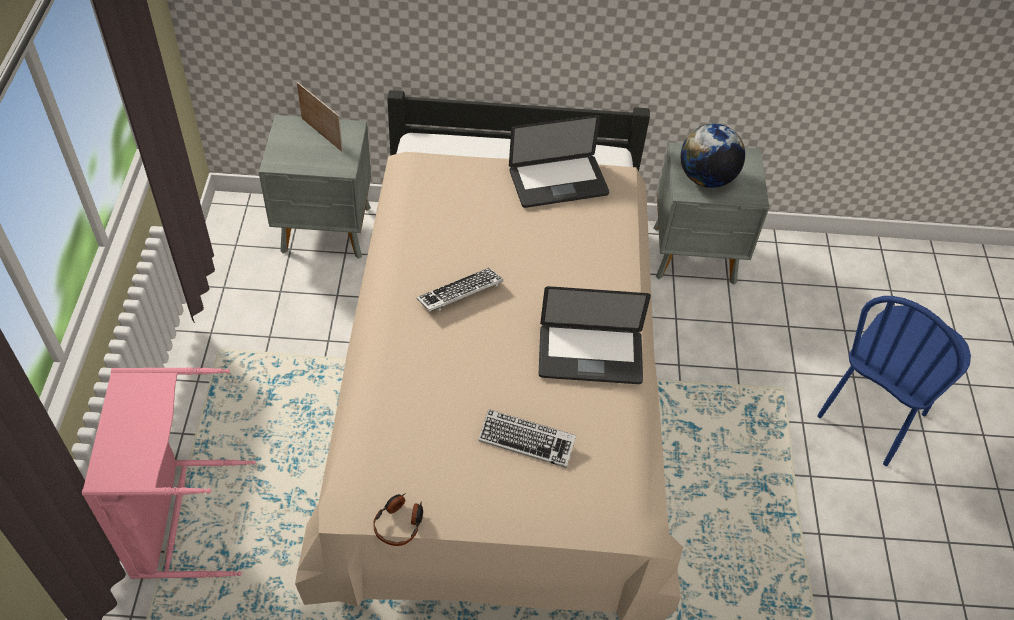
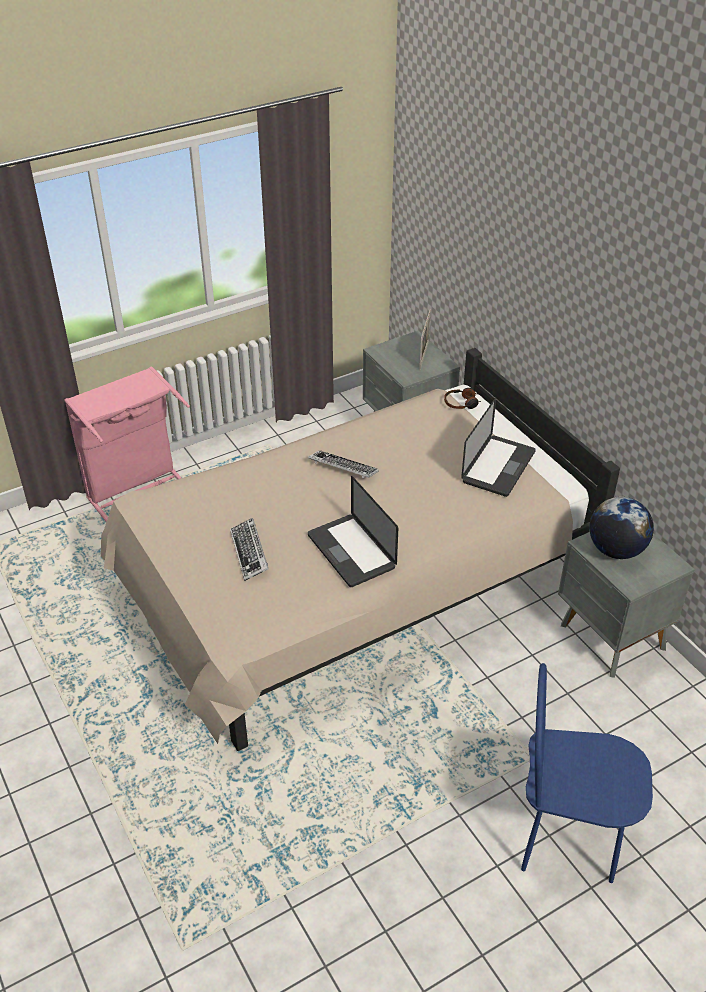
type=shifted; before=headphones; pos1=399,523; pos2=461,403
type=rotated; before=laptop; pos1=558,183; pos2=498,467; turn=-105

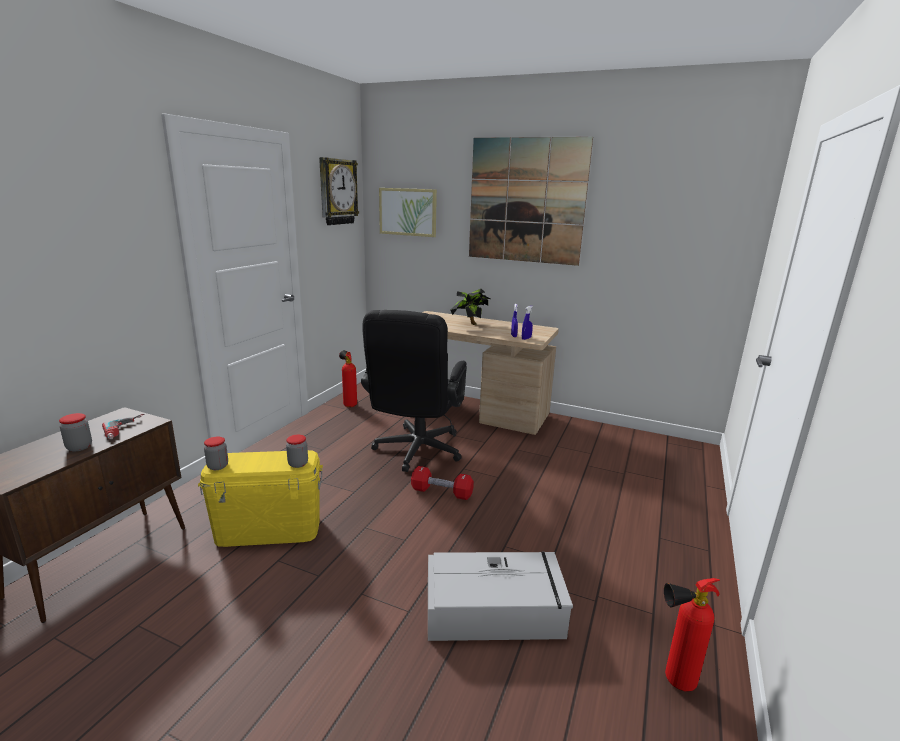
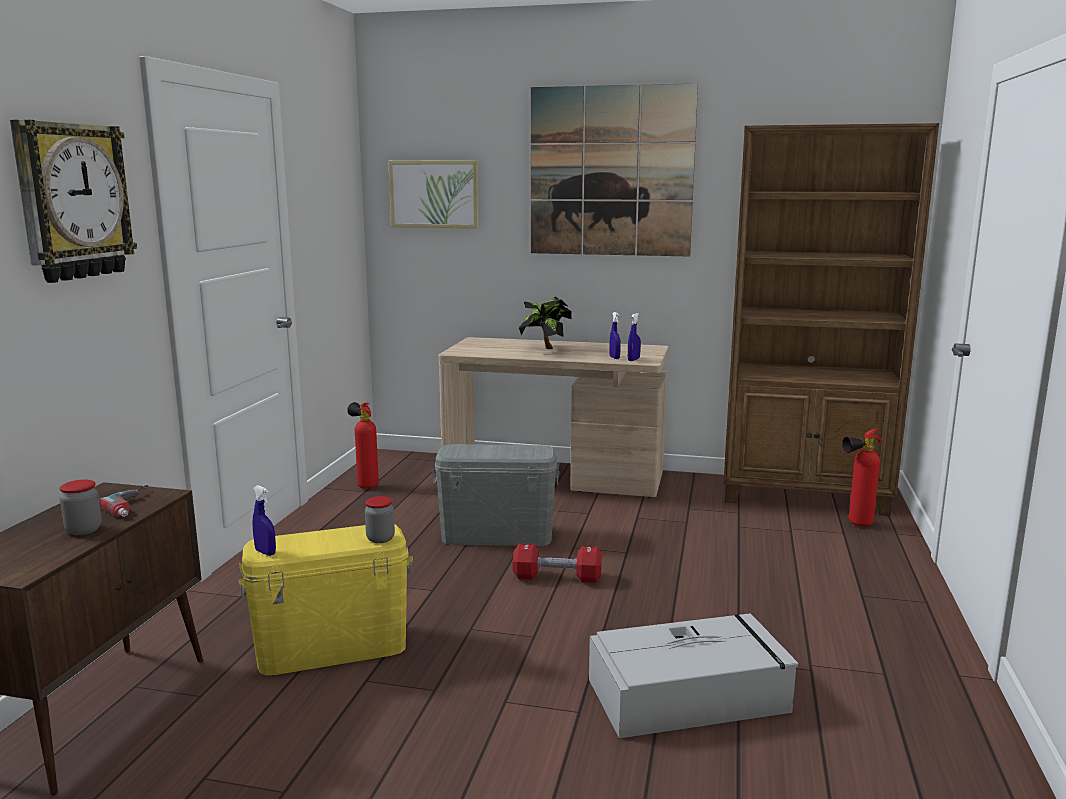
type=new; after=brown bookcase; pos2=805,496
type=shifted; before=wall clock; pos1=337,192; pos2=72,201
type=shifted; before=fire extinguisher; pos1=673,681; pos2=855,525
type=swapped; before=jar; after=blue spray bottle; pos1=218,466; pos2=265,552
type=swapped; before=black office chair; after=grey storage box; pos1=416,452; pos2=497,535

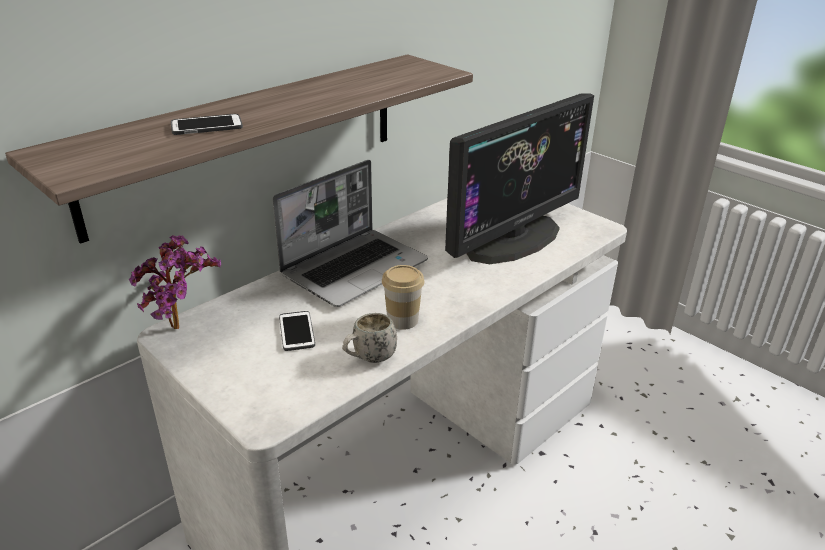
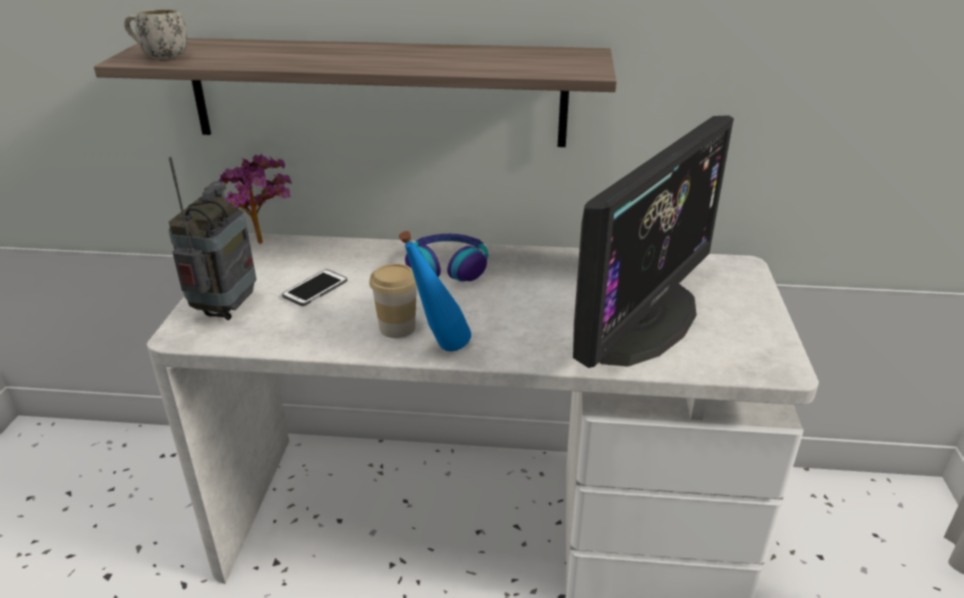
type=gone; before=phone; pos1=206,126
type=new; after=radio; pos2=226,308
type=new; after=blue bottle; pos2=438,350
type=shifted; before=white mug; pos1=369,359; pos2=159,57
type=swapped; before=laptop; after=headphones; pos1=355,268; pos2=447,267
type=rotated; before=monitor; pos1=513,238; pos2=642,321; turn=-60

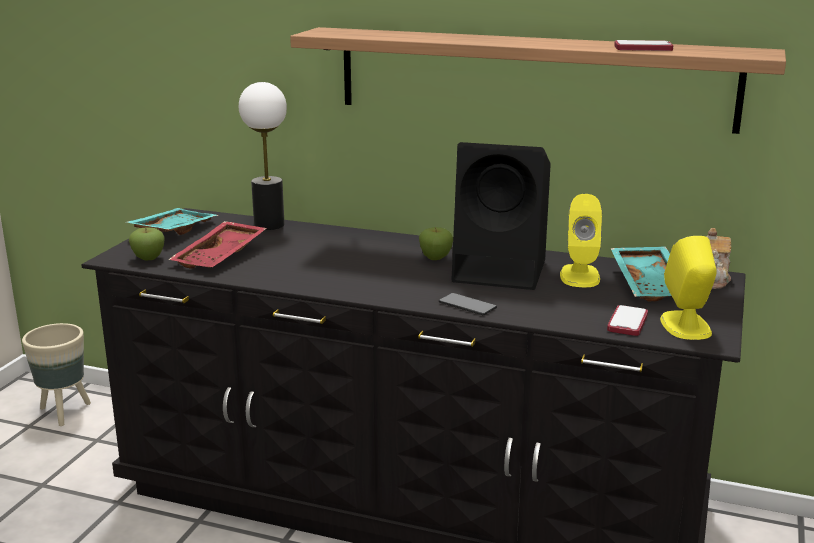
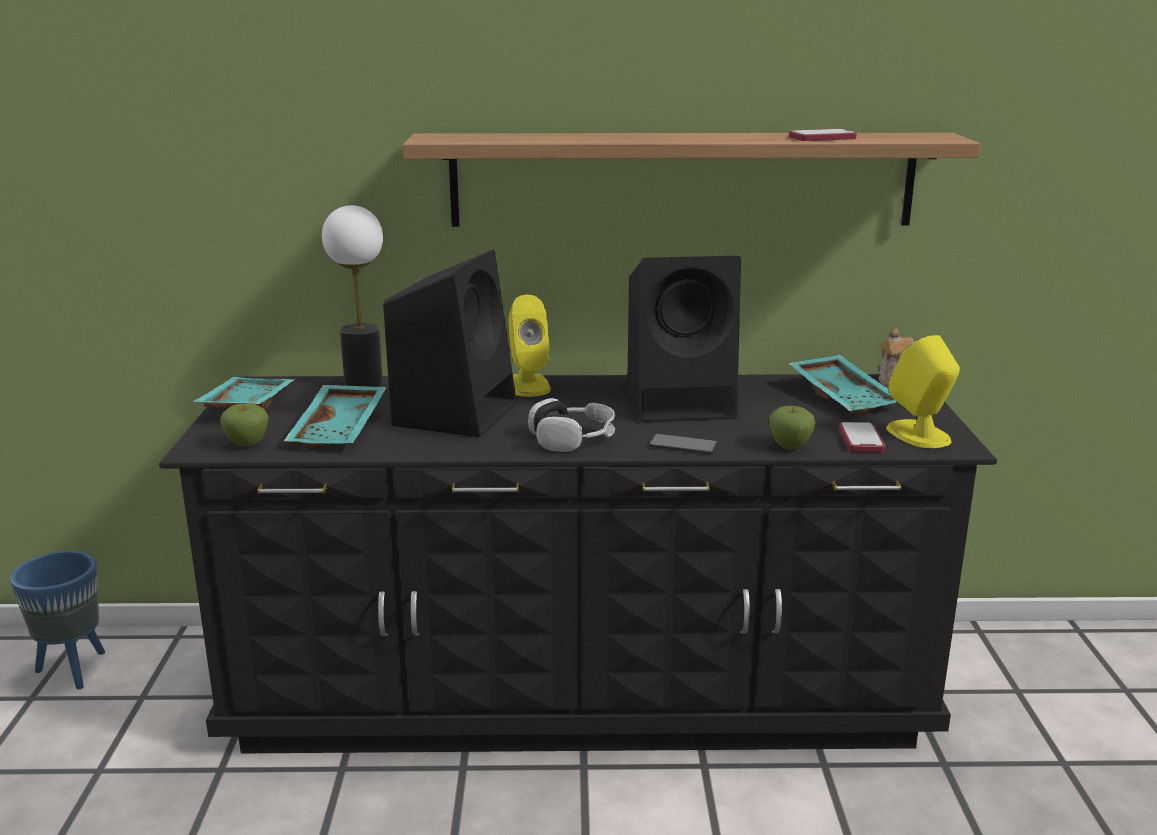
type=new; after=black speaker; pos2=456,413
type=new; after=headphones; pos2=573,439
type=shifted; before=apple; pos1=435,258; pos2=790,446
type=shifted; before=yellow speaker; pos1=579,276; pos2=527,385
type=repainted; before=beige planter; after=blue planter; pos1=64,412; pos2=74,671
type=repainted; before=red tray; after=turquoise tray; pos1=221,257; pos2=341,429

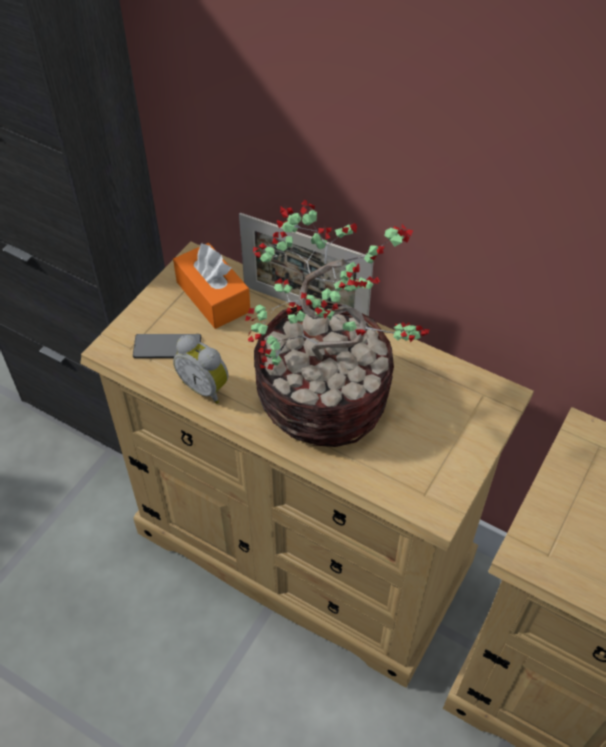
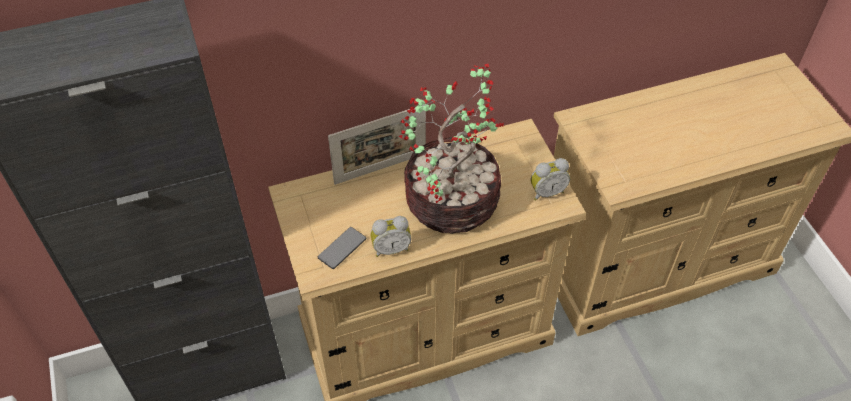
type=gone; before=orange tissue box; pos1=213,296
type=new; after=alarm clock; pos2=546,192

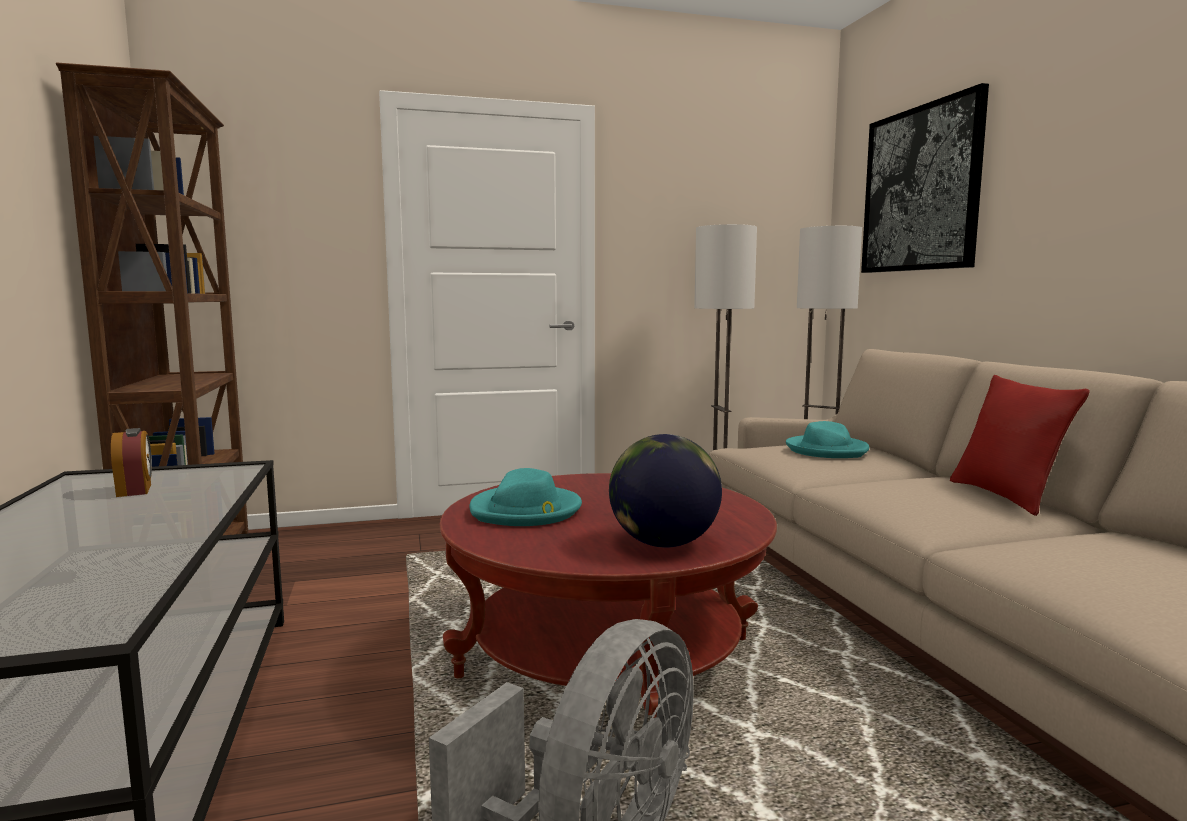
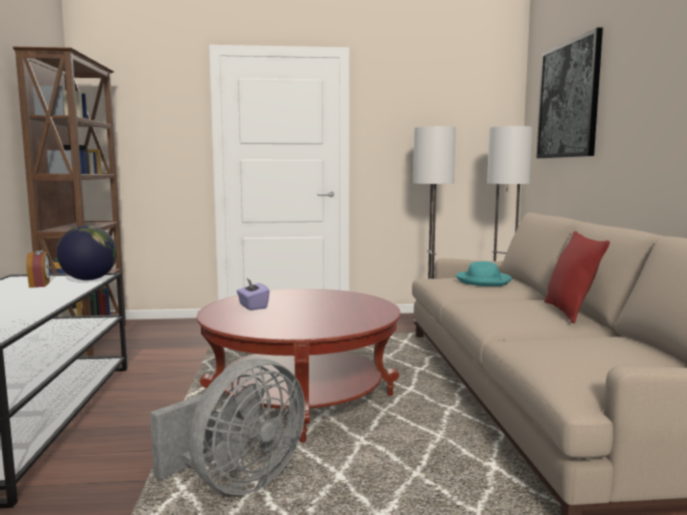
type=shifted; before=globe; pos1=663,543; pos2=89,279
type=swapped; before=turquoise hat; after=purple tissue box; pos1=526,511; pos2=252,306

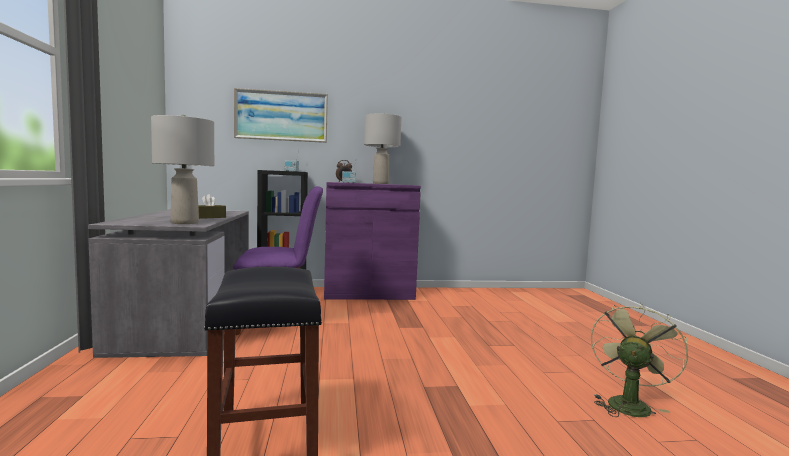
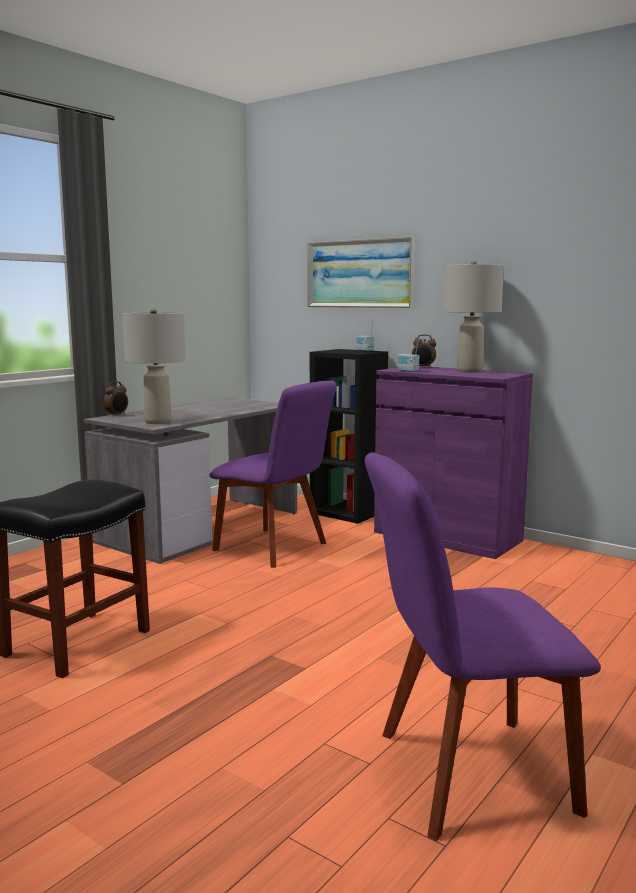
type=gone; before=brown tissue box; pos1=209,217
type=new; after=alarm clock; pos2=117,415
type=swapped; before=green fan; after=purple chair; pos1=628,403; pos2=465,774

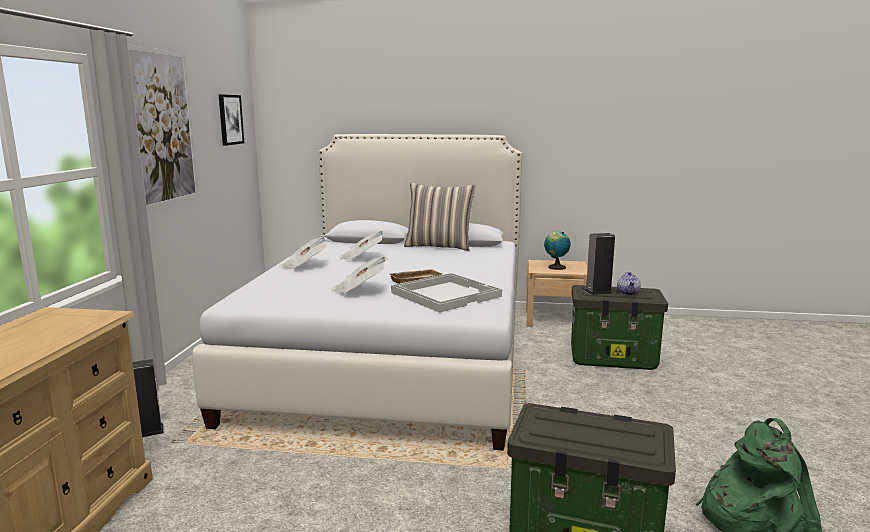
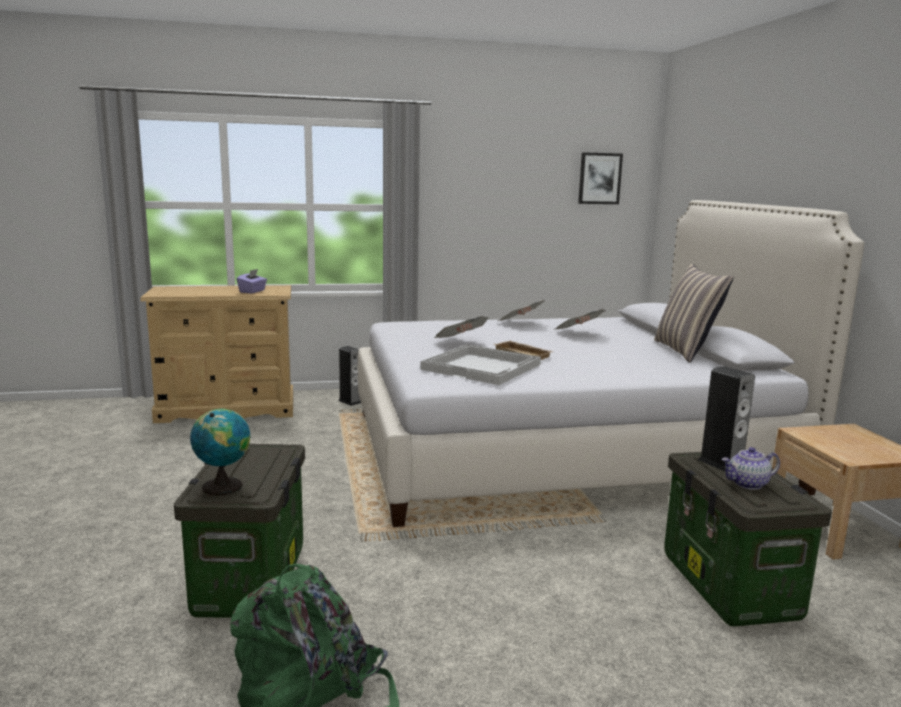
type=gone; before=picture; pos1=163,128
type=new; after=purple tissue box; pos2=252,291
type=shifted; before=globe; pos1=555,267; pos2=223,485

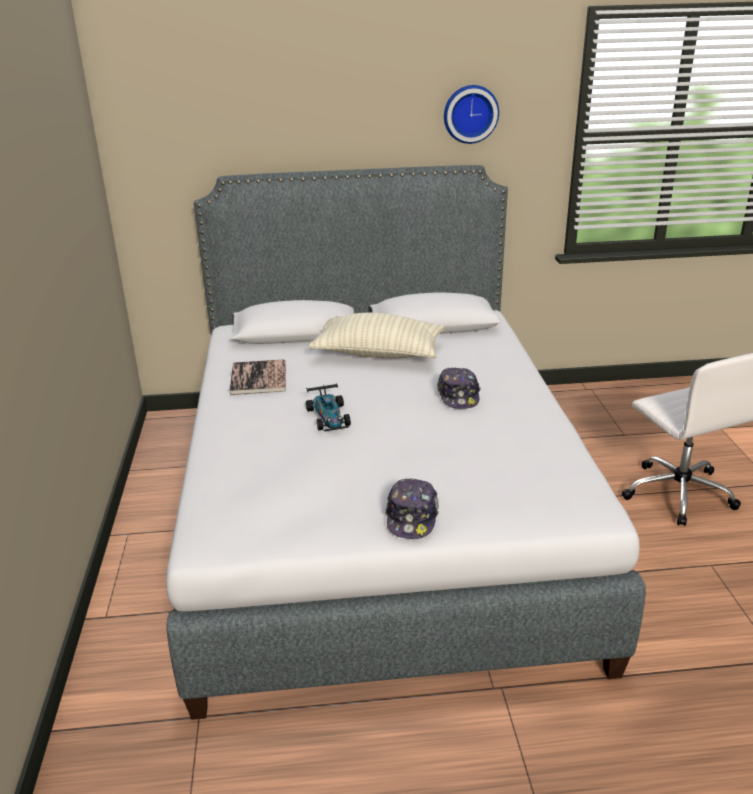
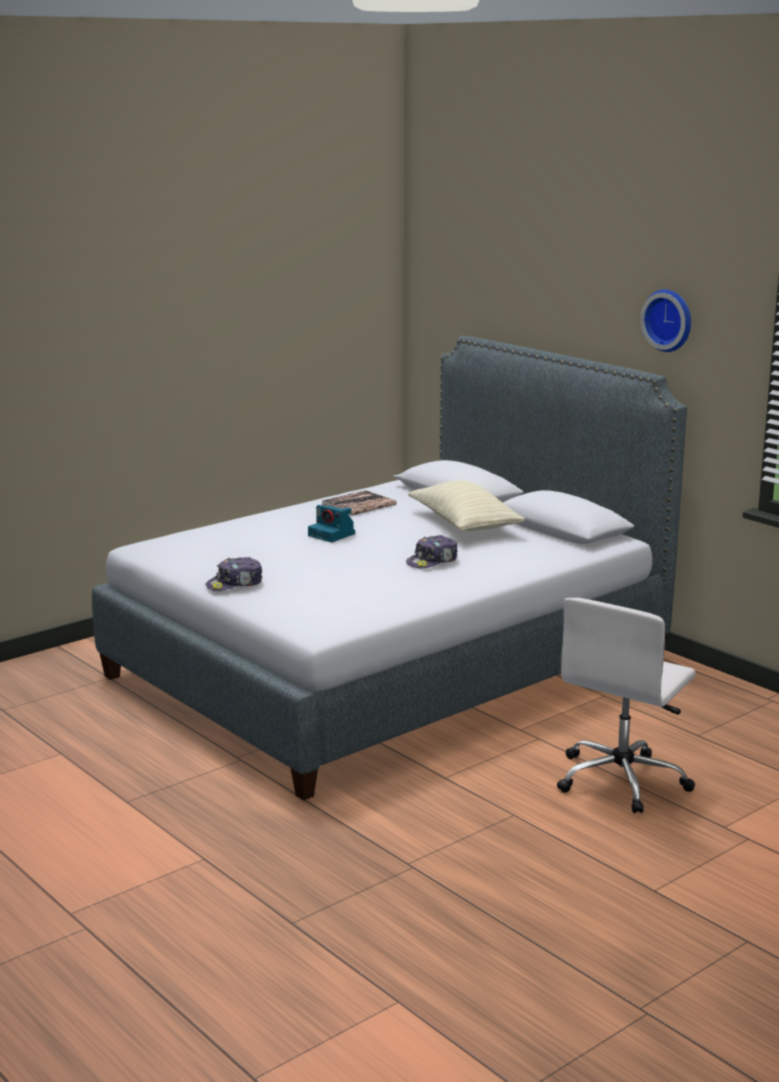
type=swapped; before=toy car; after=photo camera; pos1=329,417; pos2=332,535

